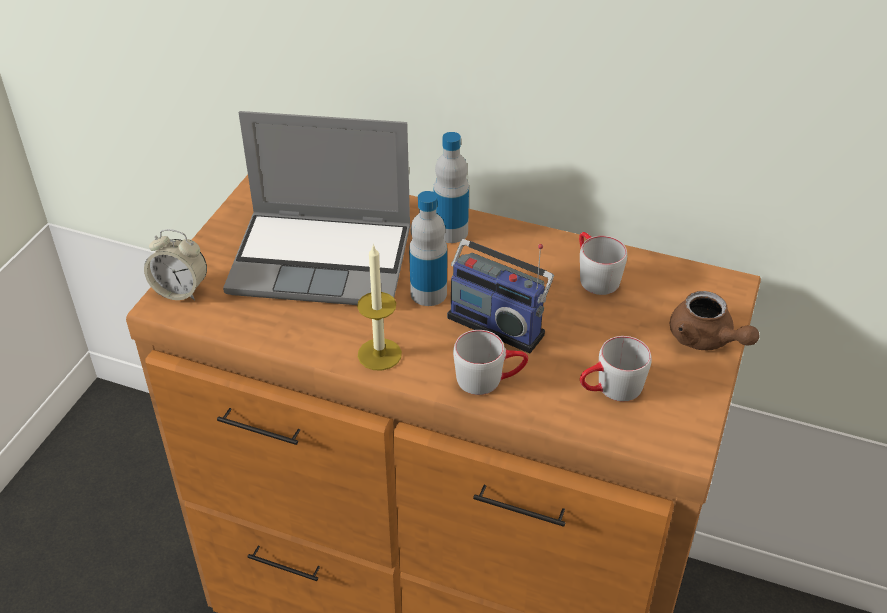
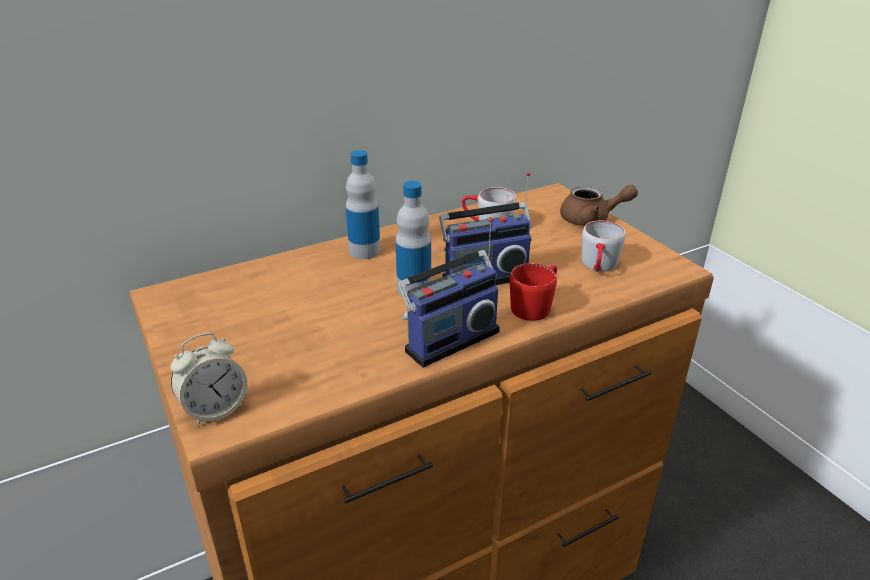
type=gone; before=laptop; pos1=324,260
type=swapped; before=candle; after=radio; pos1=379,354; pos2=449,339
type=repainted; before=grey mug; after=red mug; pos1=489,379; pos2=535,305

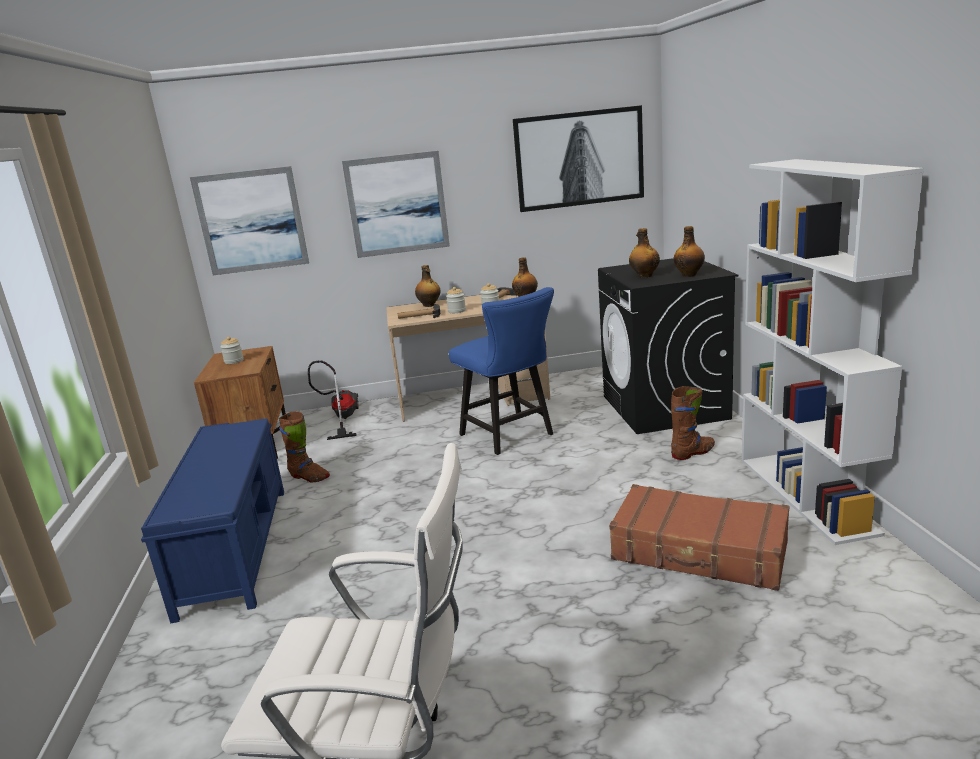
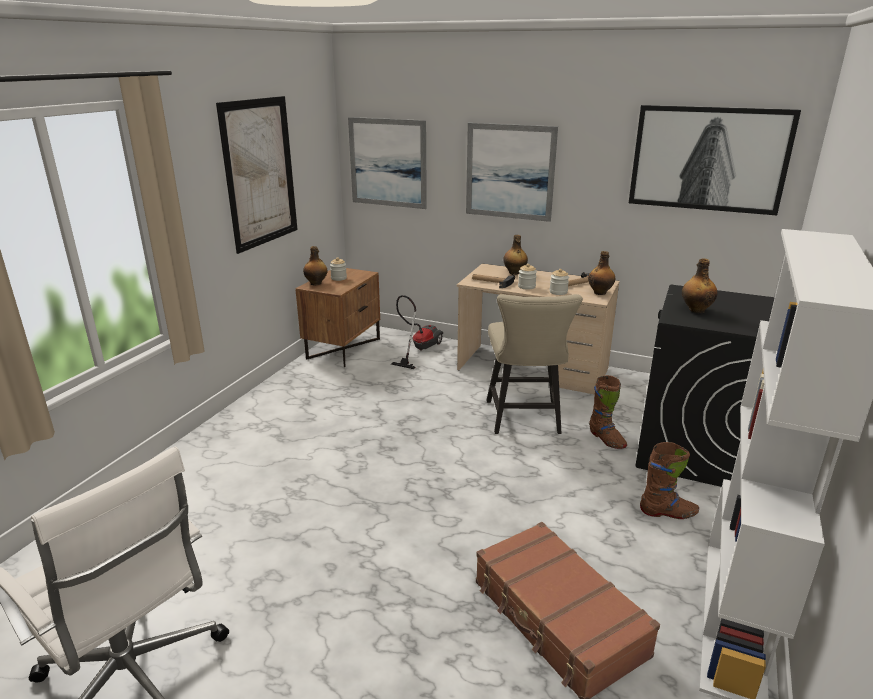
type=gone; before=blue bench; pos1=235,547
type=new; after=picture; pos2=260,173
type=shifted; before=brown boot; pos1=309,477; pos2=606,439
type=shifted; before=bottle; pos1=689,275; pos2=316,283
type=repainted; before=blue chair; after=beige chair; pos1=511,436; pos2=524,420

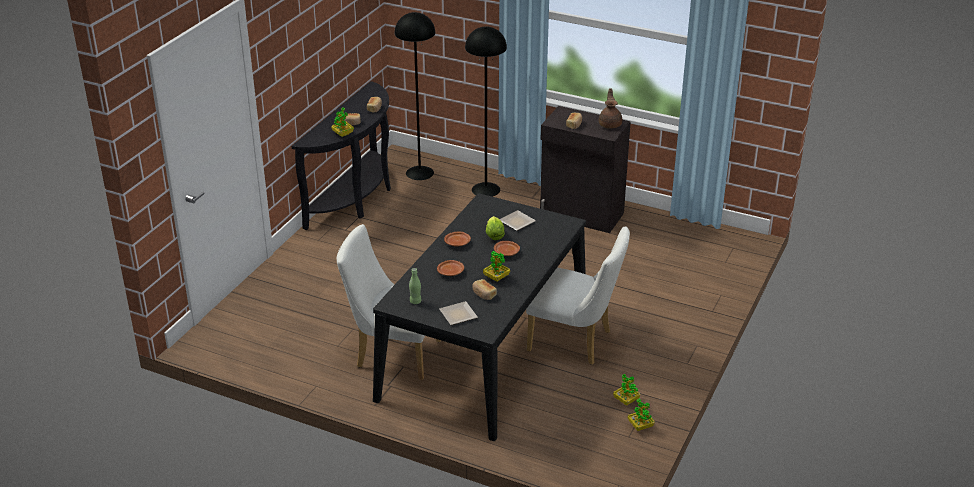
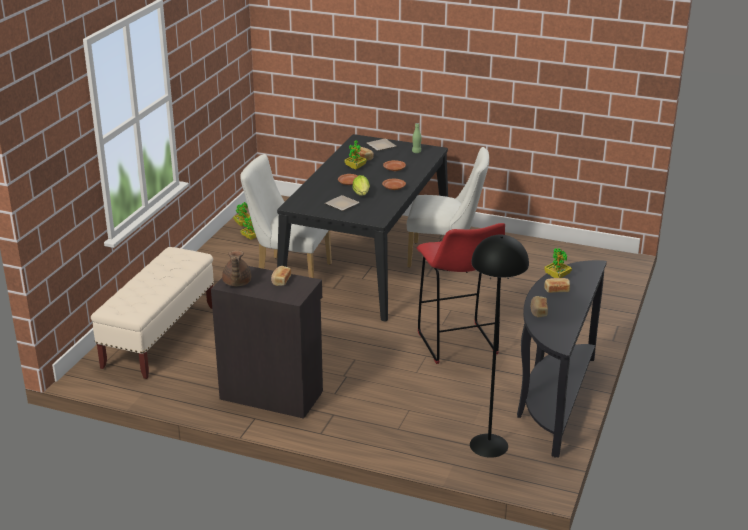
type=gone; before=black floor lamp; pos1=486,189
type=new; after=beige bench; pos2=160,337
type=new; after=red stool; pos2=458,344

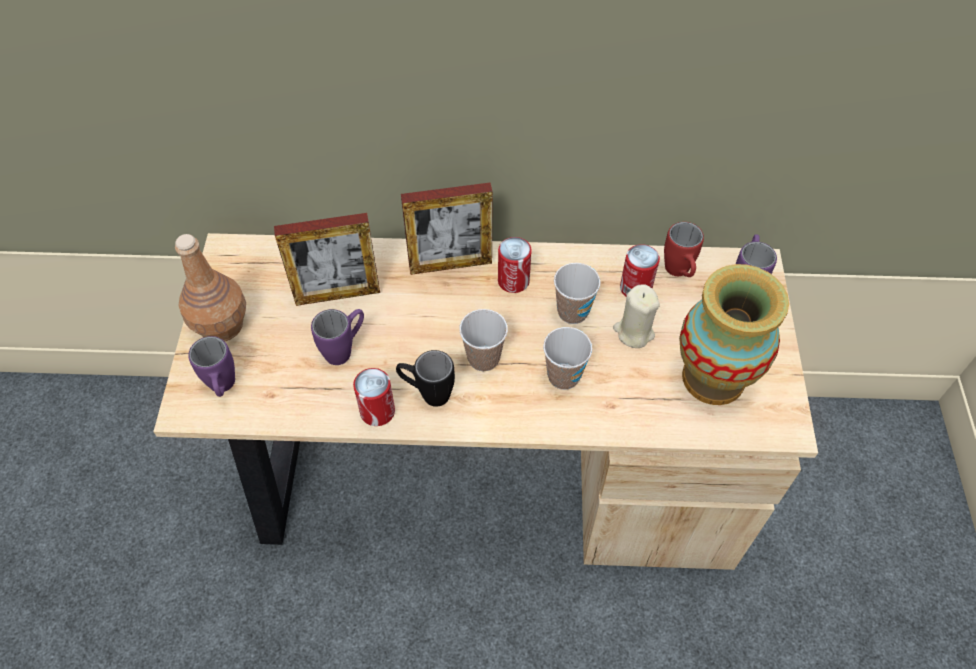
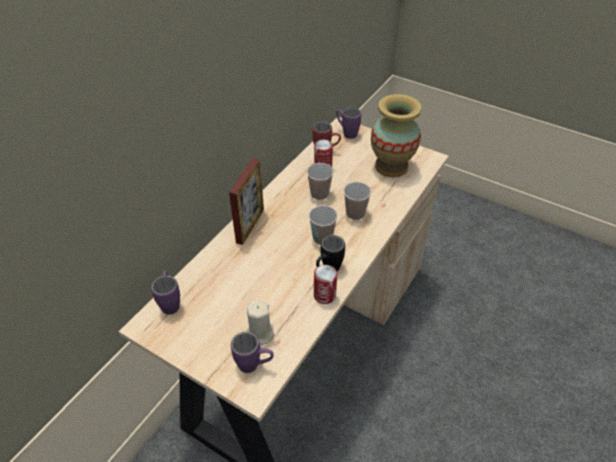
type=gone; before=brown bottle; pos1=221,326
type=gone; before=picture frame; pos1=337,294
type=gone; before=can; pos1=513,281
type=shifted; before=purple mug; pos1=345,349; pos2=170,302
type=shifted; before=beige candle; pos1=633,332; pos2=260,334

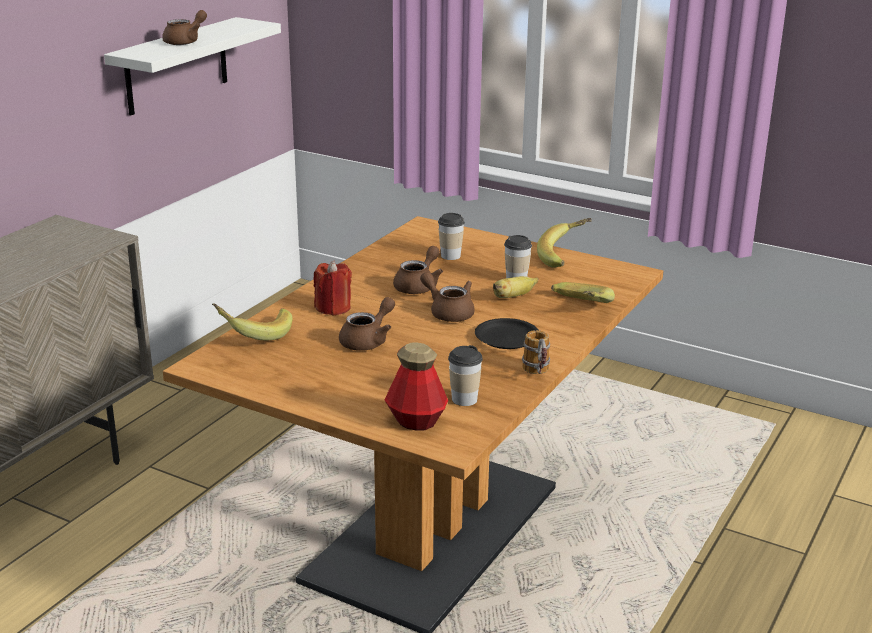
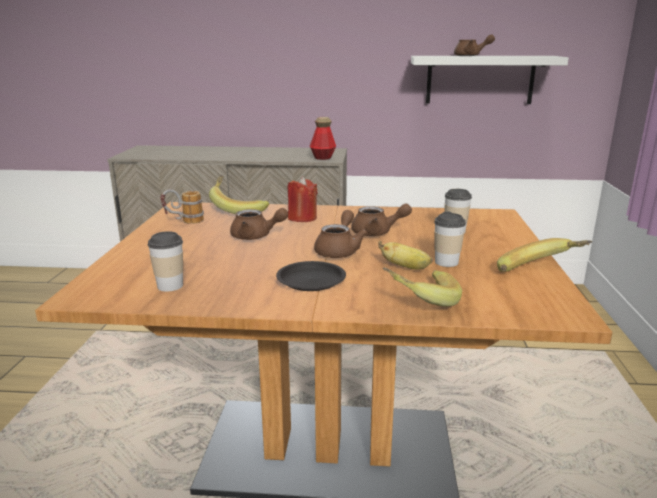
type=shifted; before=bottle; pos1=416,421; pos2=322,157
type=shifted; before=mug; pos1=537,374; pos2=184,222

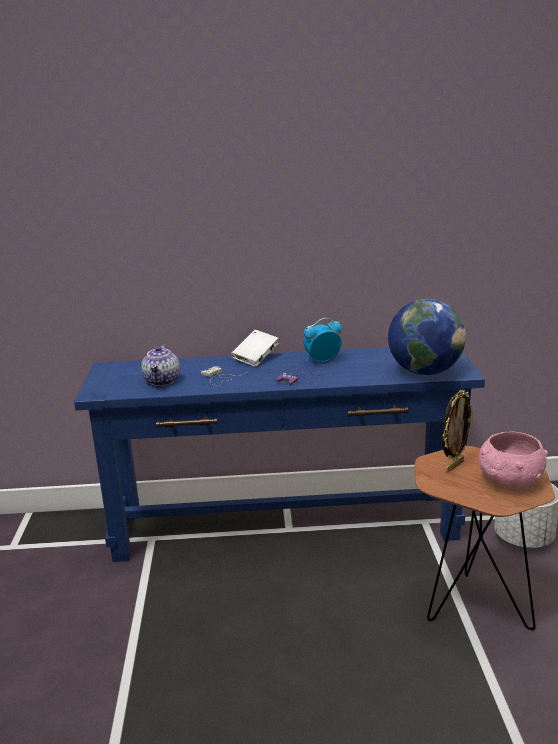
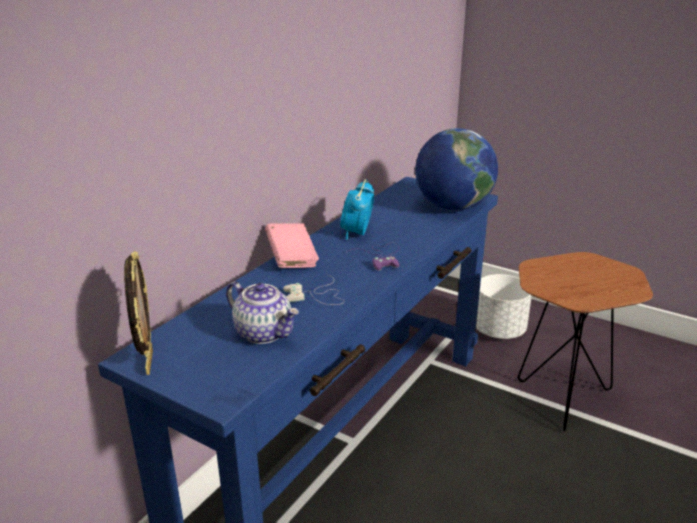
type=gone; before=pink bowl; pos1=509,480
type=shifted; before=picture frame; pos1=454,466; pos2=147,362
type=repainted; before=white book; after=pink book; pos1=255,358; pos2=292,259

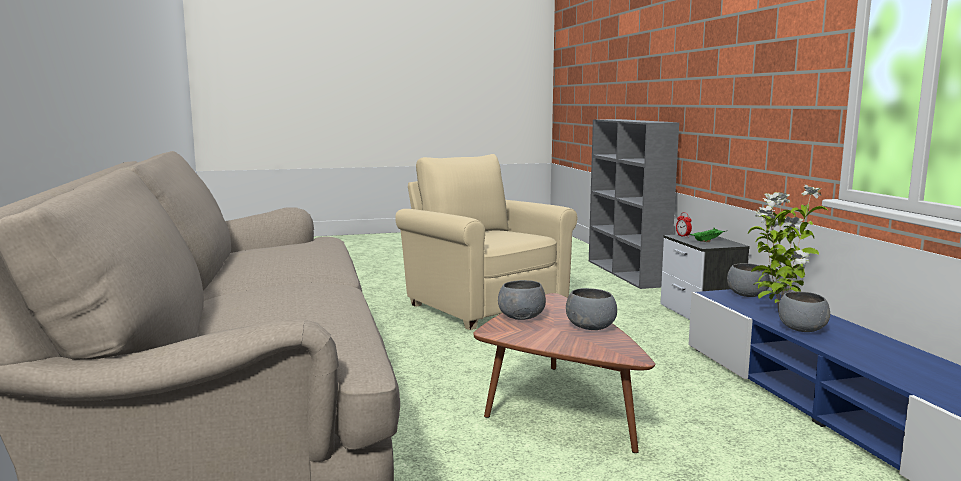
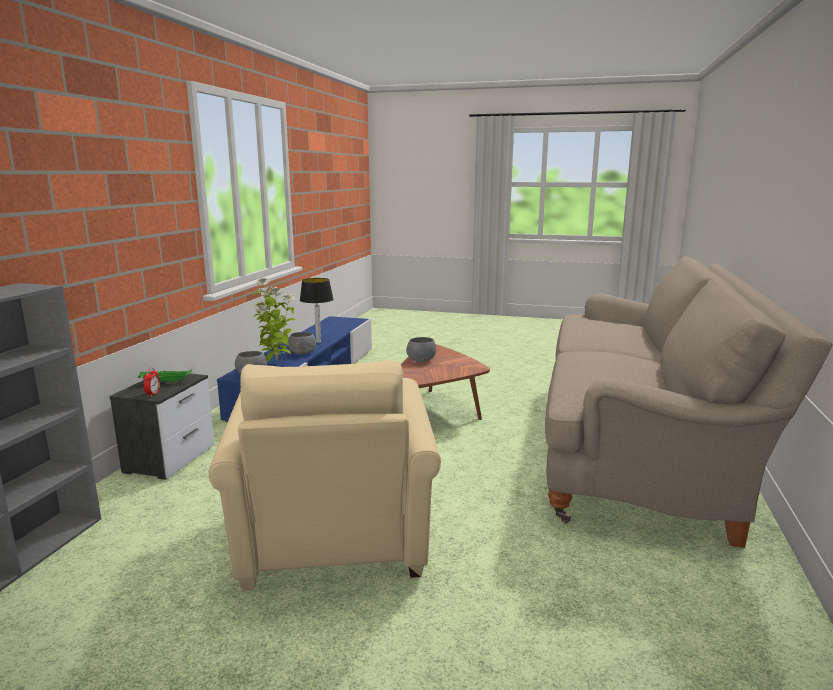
type=gone; before=grey bowl; pos1=521,317
type=new; after=table lamp; pos2=318,342

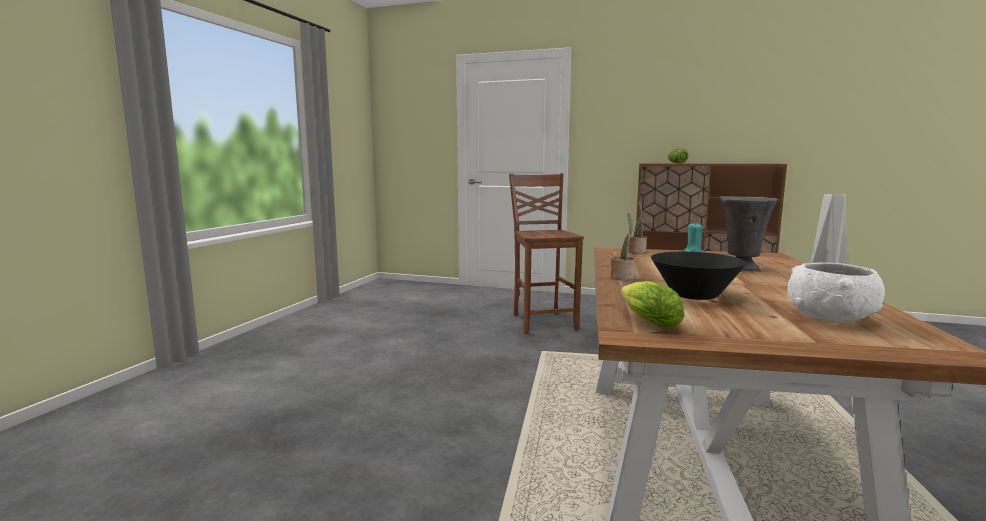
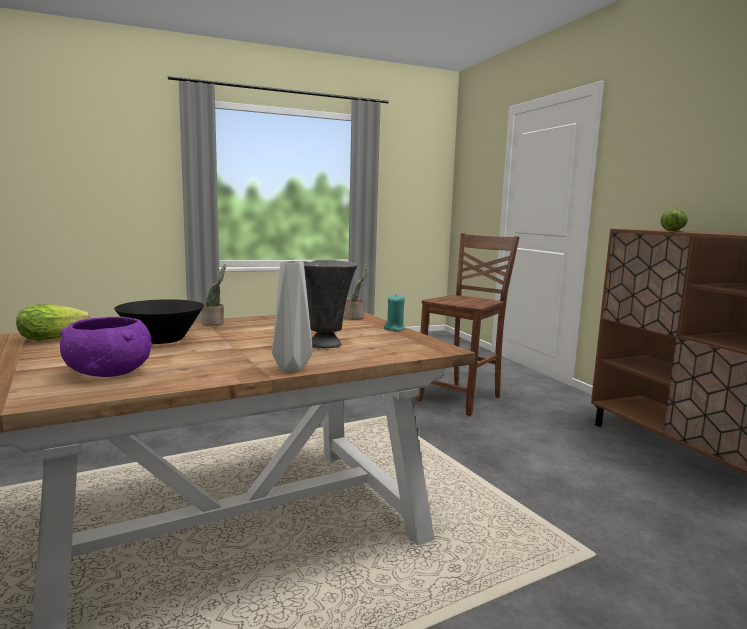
type=repainted; before=white bowl; after=purple bowl; pos1=830,317; pos2=109,372

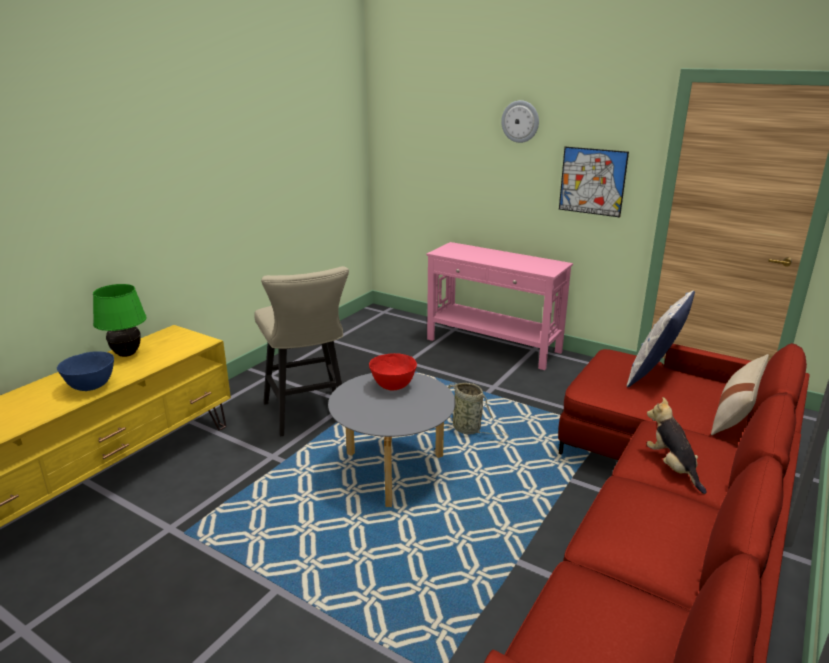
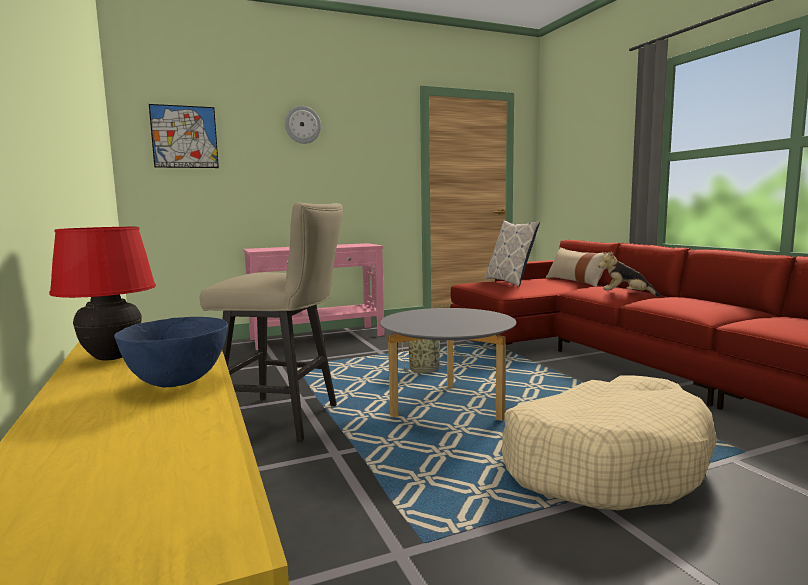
type=gone; before=red bowl; pos1=393,386
type=new; after=beige dog bed; pos2=603,462
type=shifted; before=picture; pos1=592,181; pos2=184,137
type=repainted; before=green table lamp; after=red table lamp; pos1=126,354; pos2=111,358

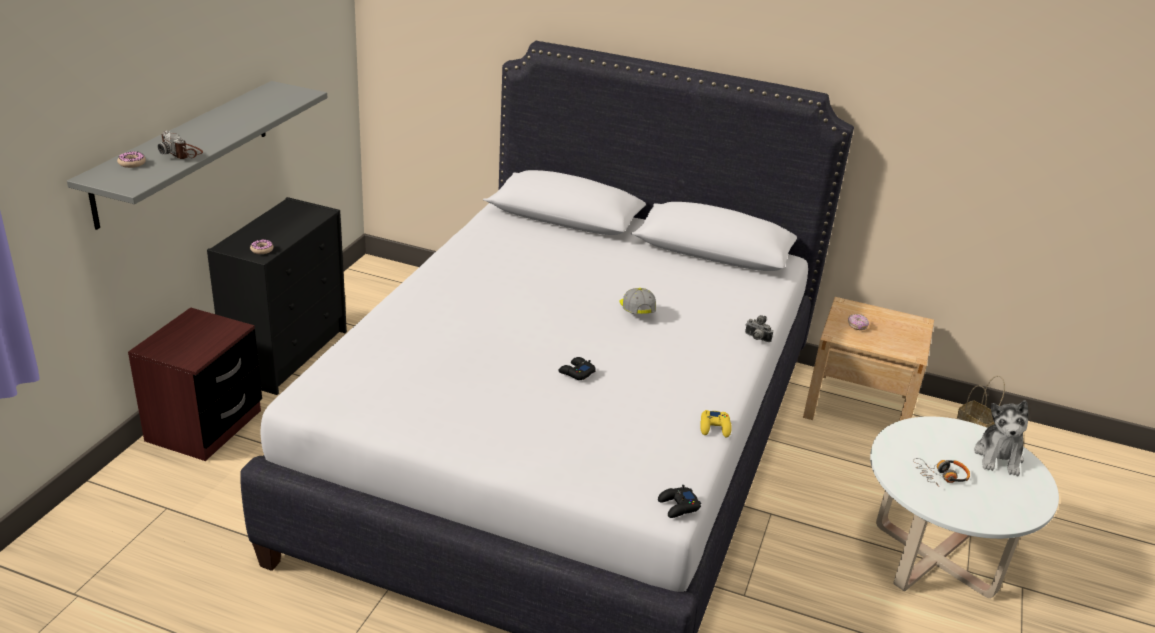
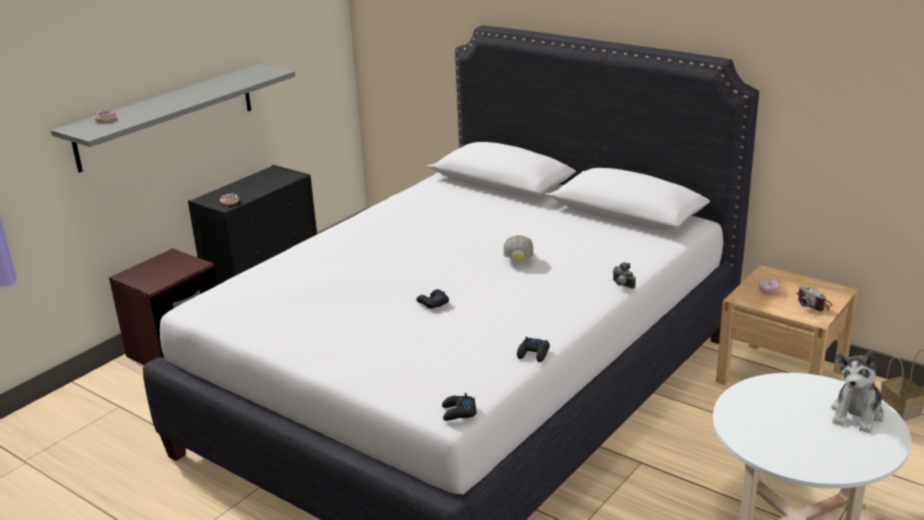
type=gone; before=headphones; pos1=941,476
type=shifted; before=photo camera; pos1=182,152; pos2=814,304
type=repainted; before=yellow game controller; after=black game controller; pos1=715,427; pos2=534,353

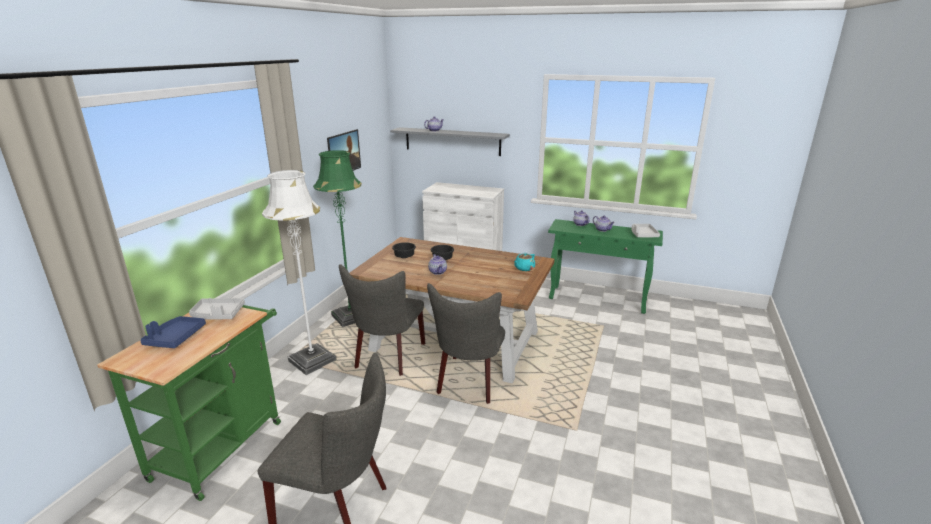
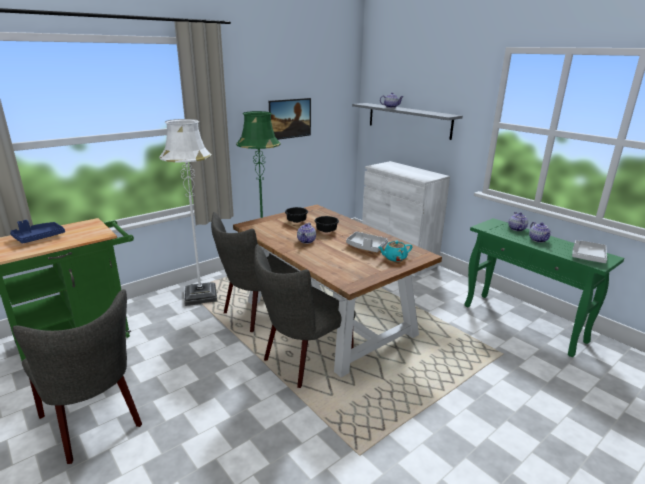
type=shifted; before=grey tray; pos1=218,315; pos2=366,247

